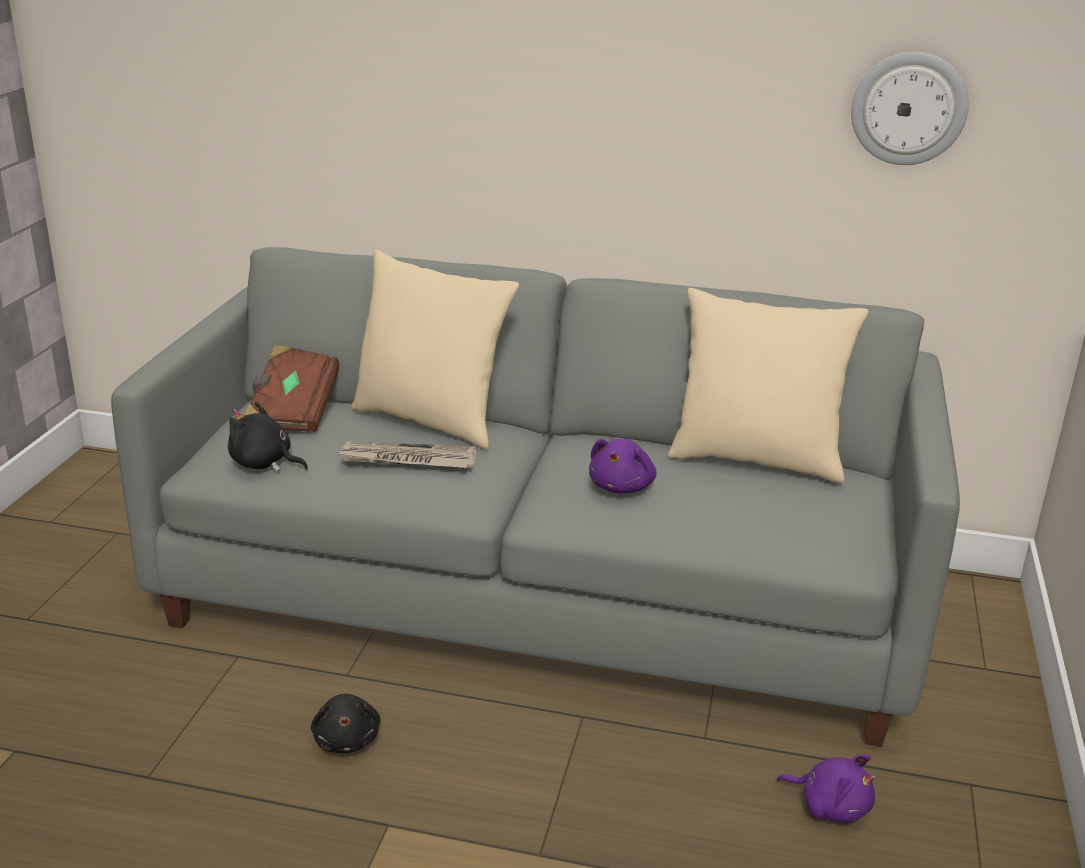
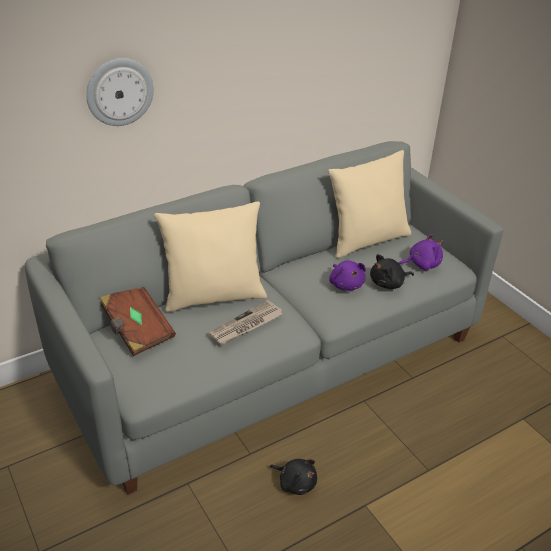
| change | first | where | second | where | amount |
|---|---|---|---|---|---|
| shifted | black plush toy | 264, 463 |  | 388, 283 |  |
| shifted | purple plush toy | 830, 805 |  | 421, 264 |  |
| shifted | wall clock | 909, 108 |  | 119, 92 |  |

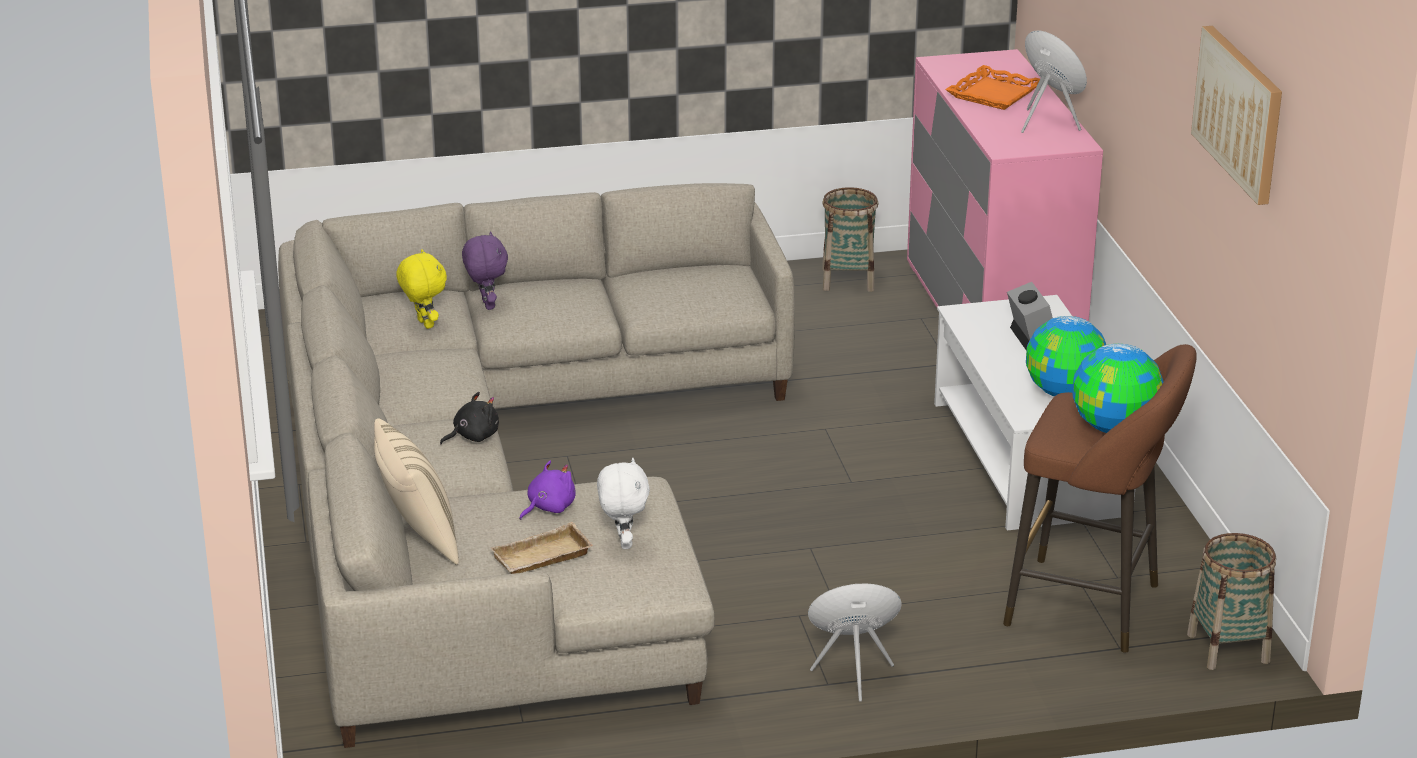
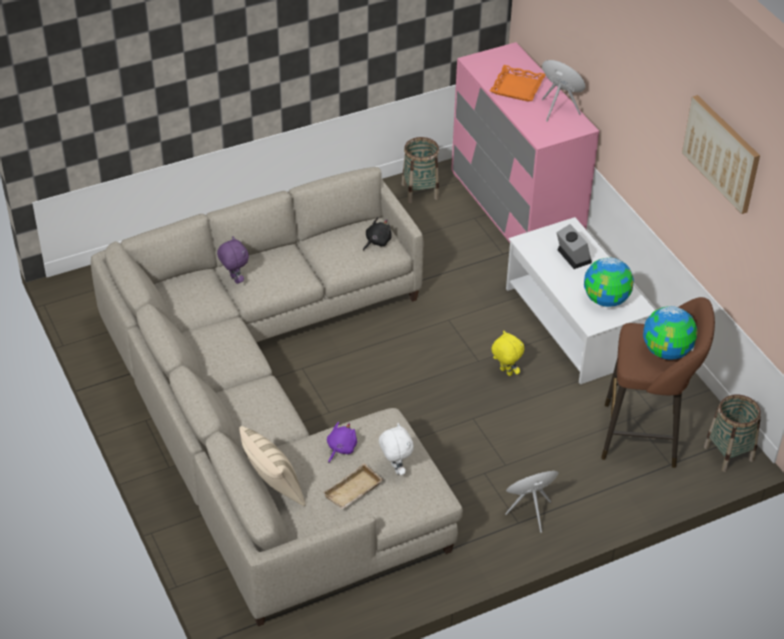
| change | first | where | second | where | amount |
|---|---|---|---|---|---|
| shifted | yellow plush toy | 424, 324 |  | 505, 372 |  |
| shifted | black plush toy | 473, 436 |  | 377, 242 |  |

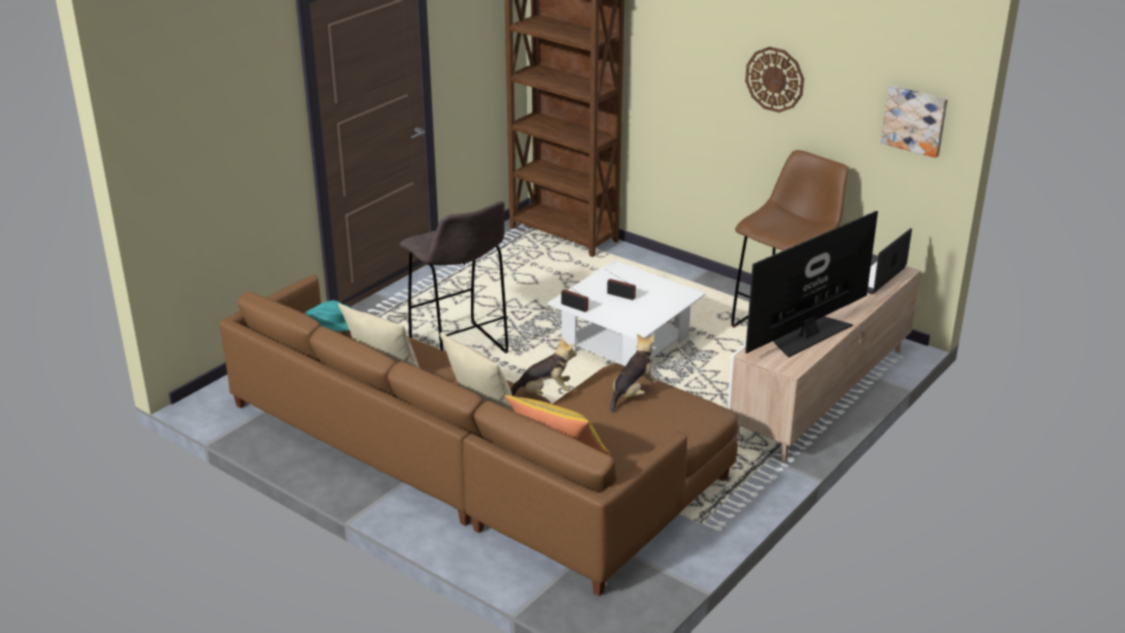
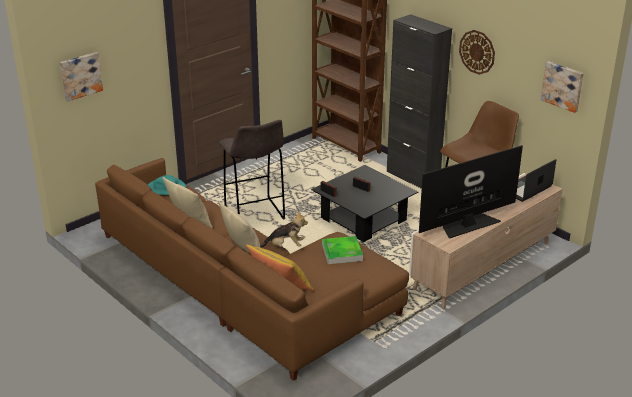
| change | first | where | second | where | amount |
|---|---|---|---|---|---|
| new |  |  | picture | 80, 75 |  |
| new |  |  | black cabinet | 413, 177 |  |
| swapped | plush toy | 633, 394 | tray | 342, 252 |  |
| repainted | white coffee table | 625, 342 | black coffee table | 363, 219 |  |

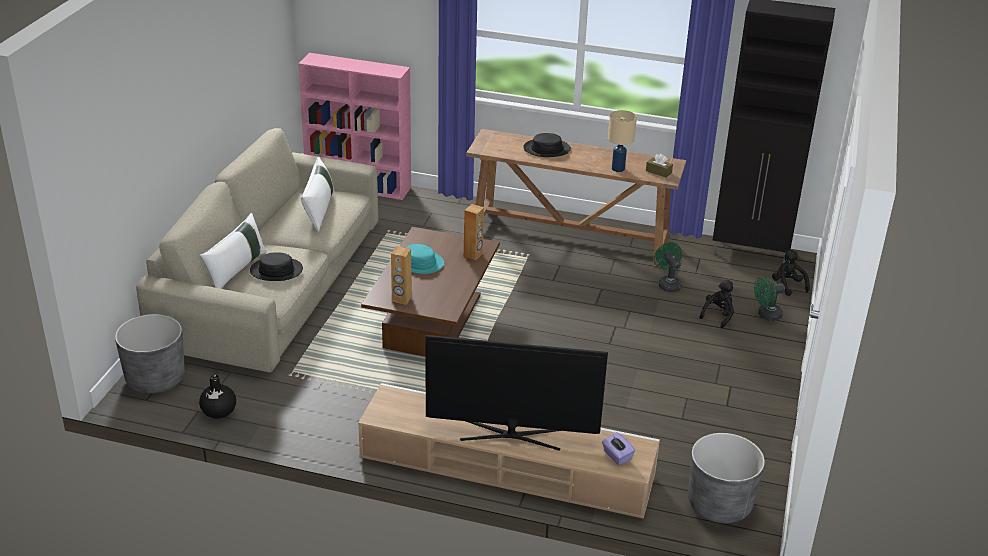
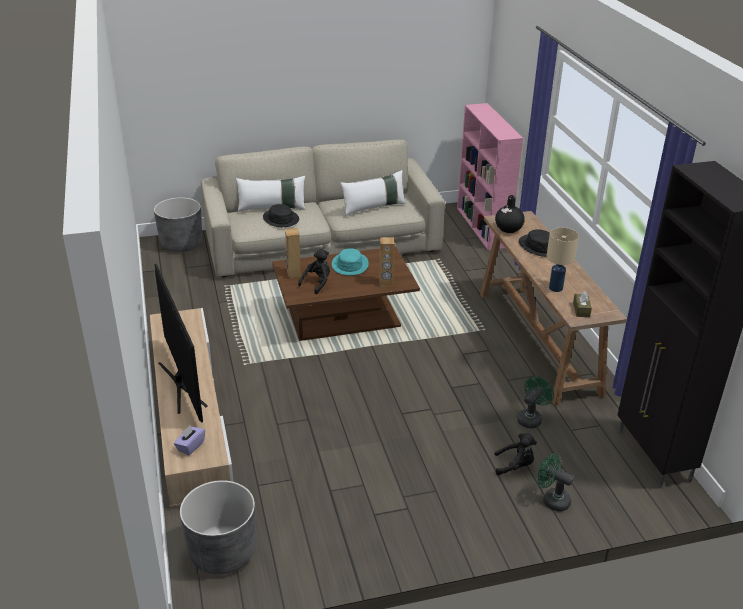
| change | first | where | second | where | amount |
|---|---|---|---|---|---|
| shifted | black vase | 218, 412 |  | 508, 229 |  |
| shifted | black plush toy | 788, 286 |  | 317, 283 |  |

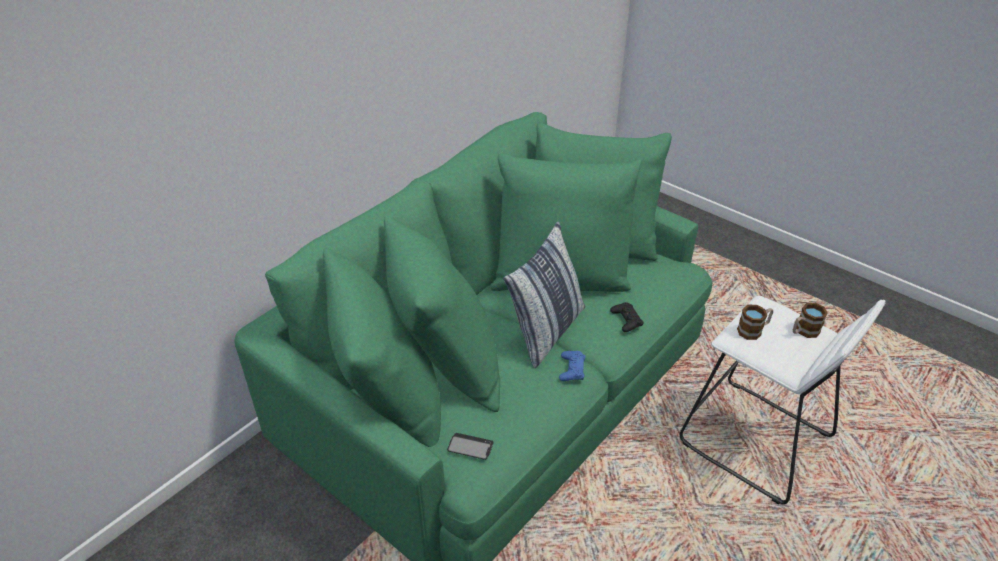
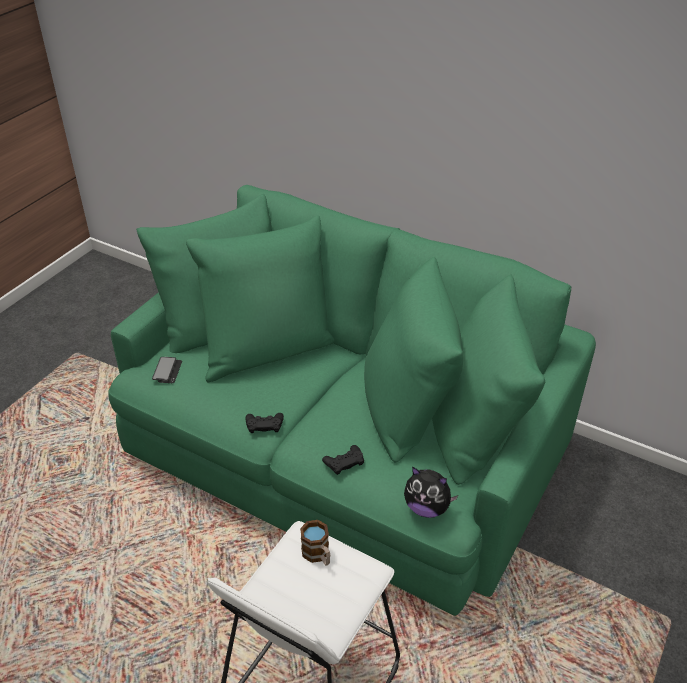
| change | first | where | second | where | amount |
|---|---|---|---|---|---|
| gone | pillow | 546, 331 |  |  |  |
| gone | mug | 803, 331 |  |  |  |
| new |  |  | plush toy | 427, 508 |  |
| repainted | blue game controller | 572, 369 | black game controller | 264, 425 |  |

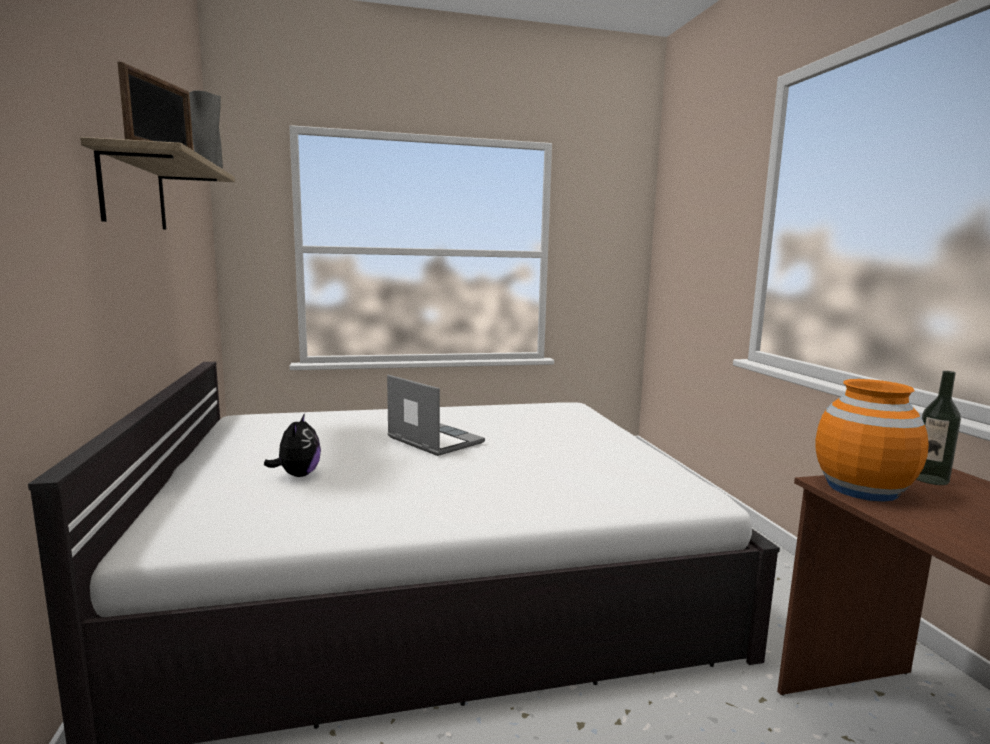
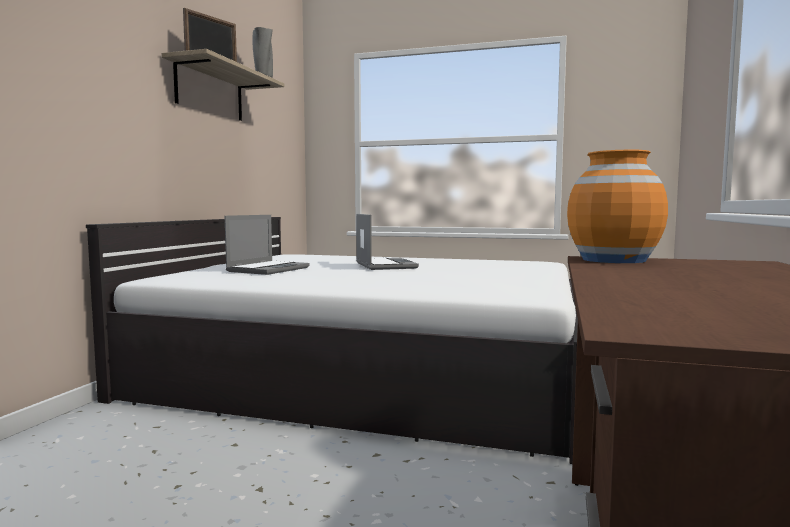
| change | first | where | second | where | amount |
|---|---|---|---|---|---|
| gone | bottle | 930, 479 |  |  |  |
| swapped | plush toy | 297, 475 | laptop | 268, 269 |  |

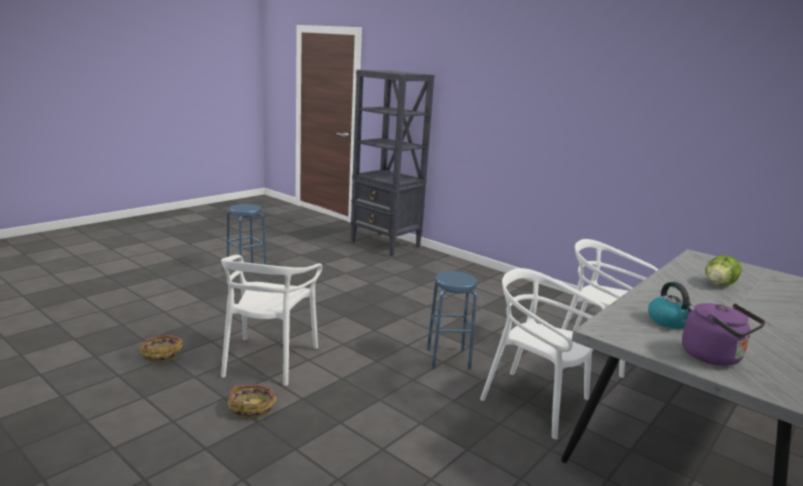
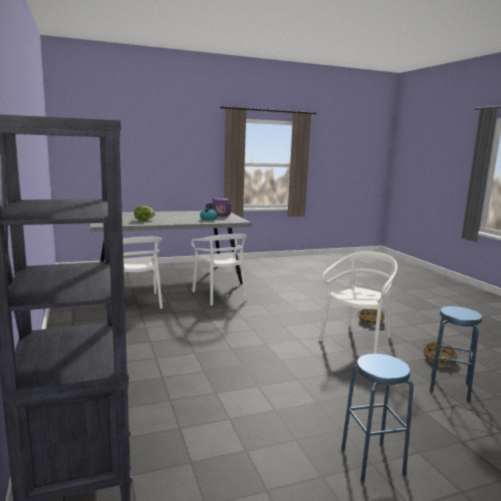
| change | first | where | second | where | amount |
|---|---|---|---|---|---|
| shifted | blue stool | 448, 359 |  | 449, 388 |  |

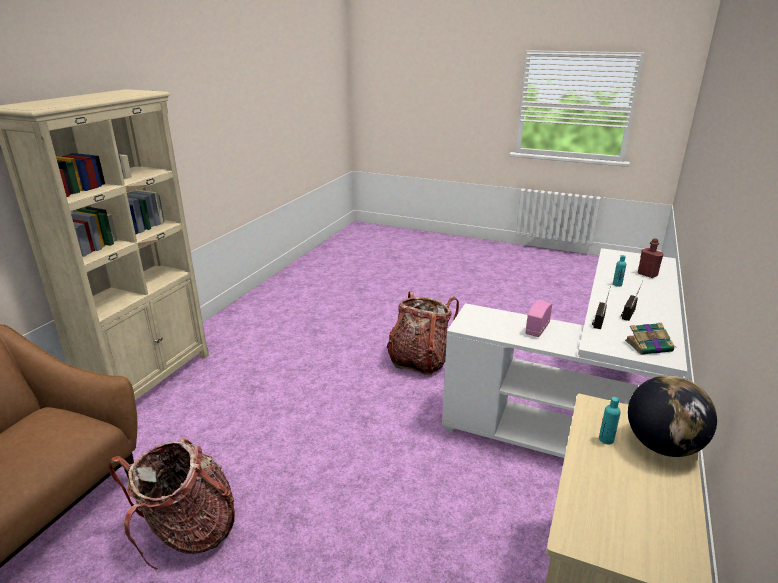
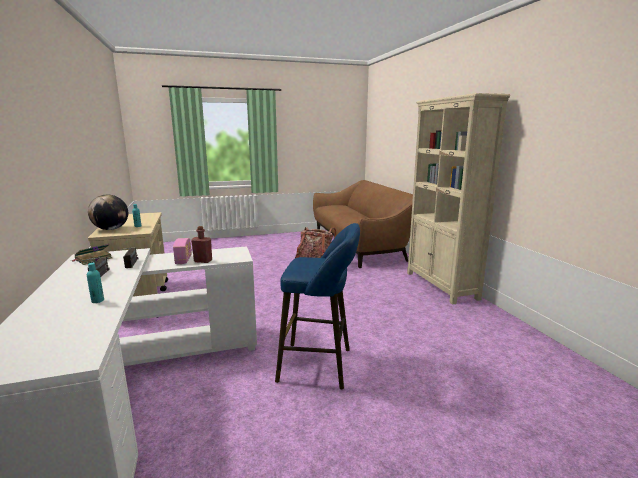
| change | first | where | second | where | amount |
|---|---|---|---|---|---|
| shifted | red bottle | 647, 274 |  | 203, 261 |  |
| swapped | backpack | 419, 360 | blue stool | 320, 365 |  |

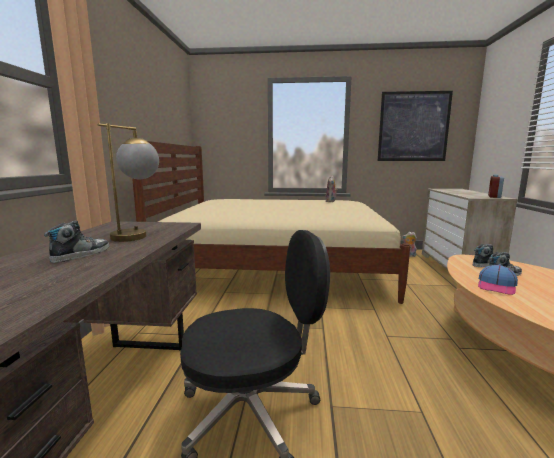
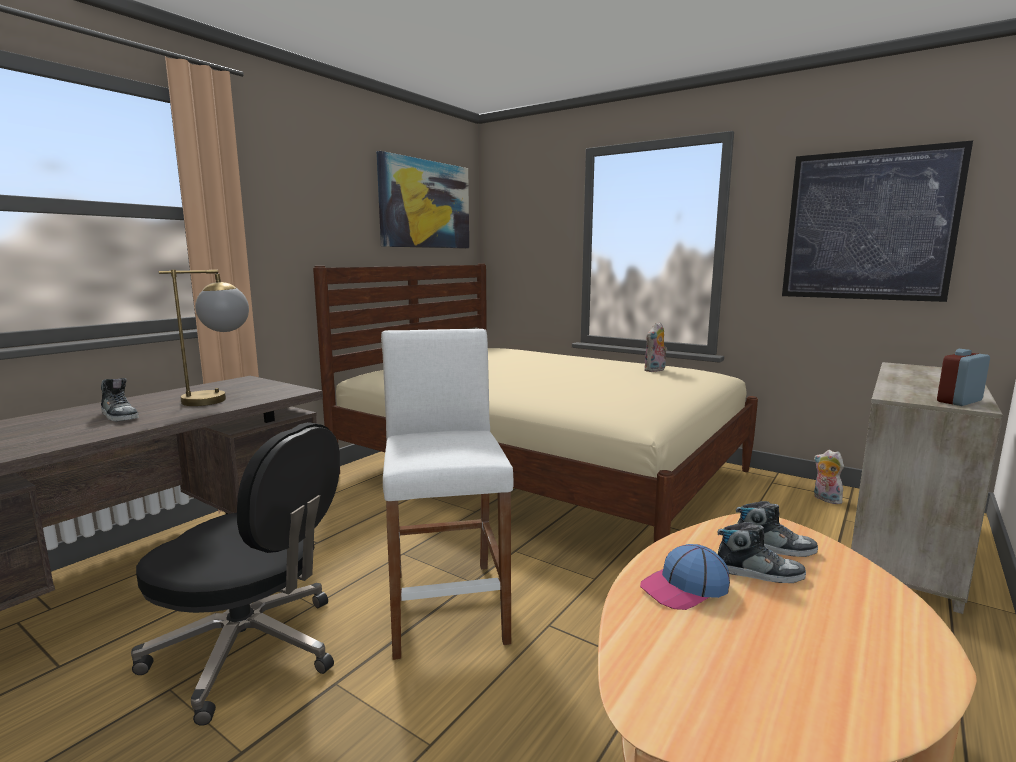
| change | first | where | second | where | amount |
|---|---|---|---|---|---|
| new |  |  | picture | 425, 204 |  |
| new |  |  | white stool | 447, 605 |  |
| rotated | shoe | 81, 254 |  | 120, 416 | 75 degrees clockwise |

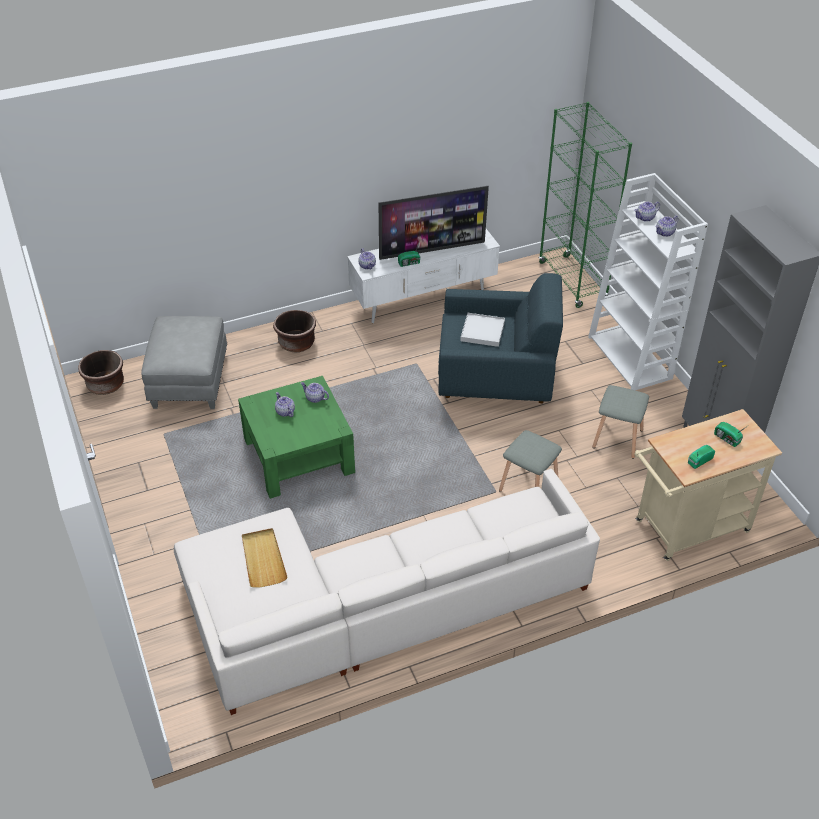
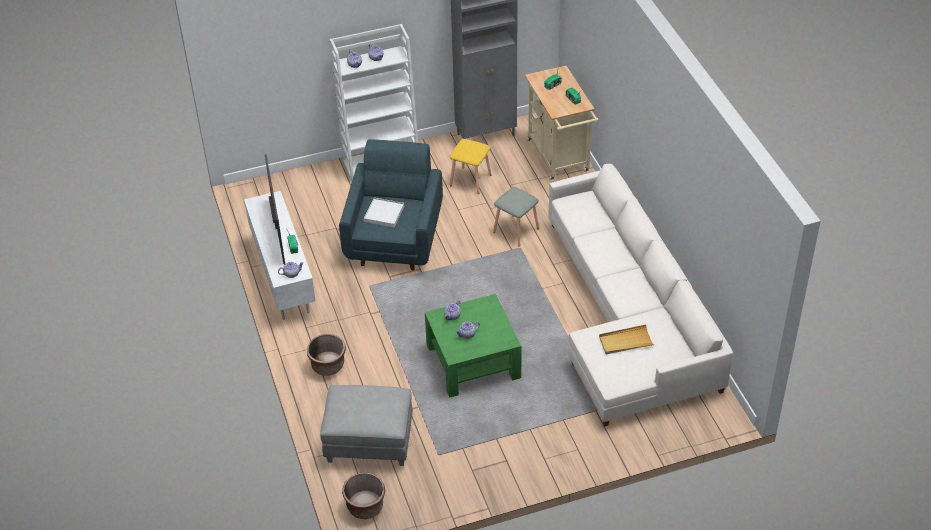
| change | first | where | second | where | amount |
|---|---|---|---|---|---|
| gone | green bookcase | 572, 281 |  |  |  |
| repainted | grey stool | 618, 439 | yellow stool | 471, 180 |  |

